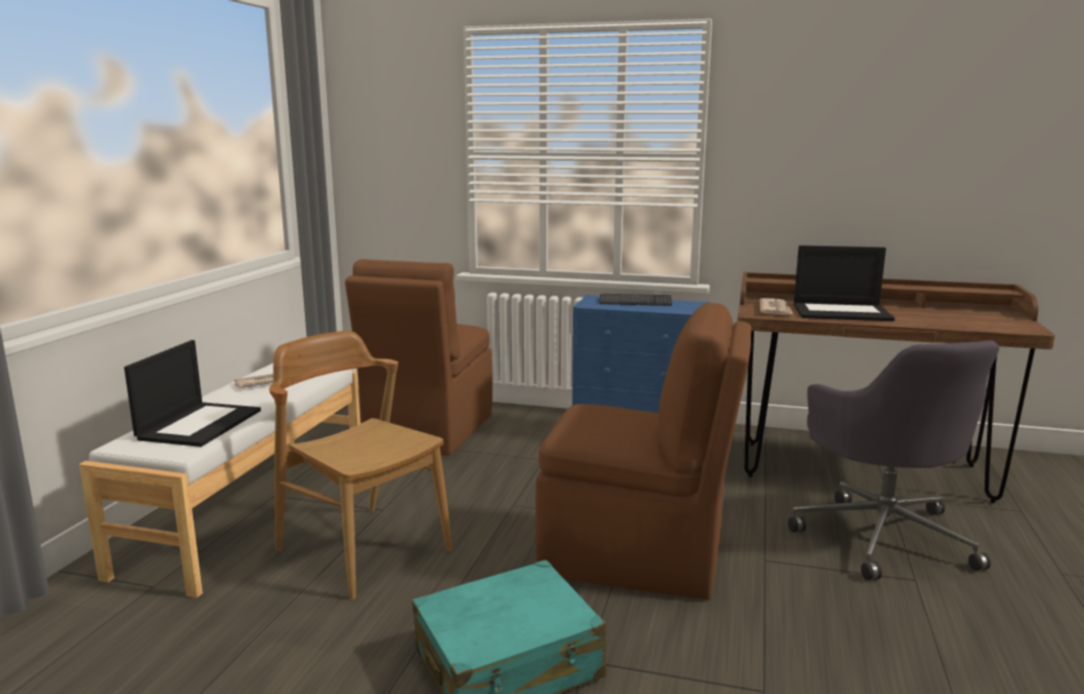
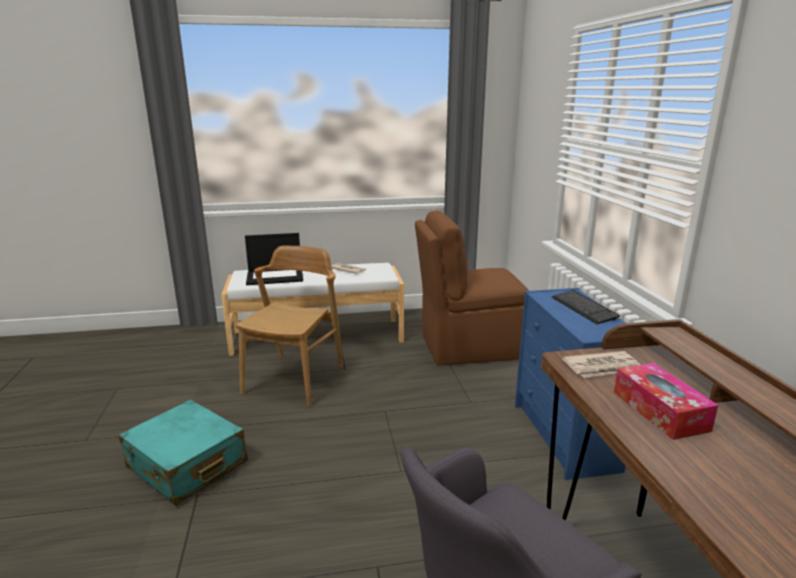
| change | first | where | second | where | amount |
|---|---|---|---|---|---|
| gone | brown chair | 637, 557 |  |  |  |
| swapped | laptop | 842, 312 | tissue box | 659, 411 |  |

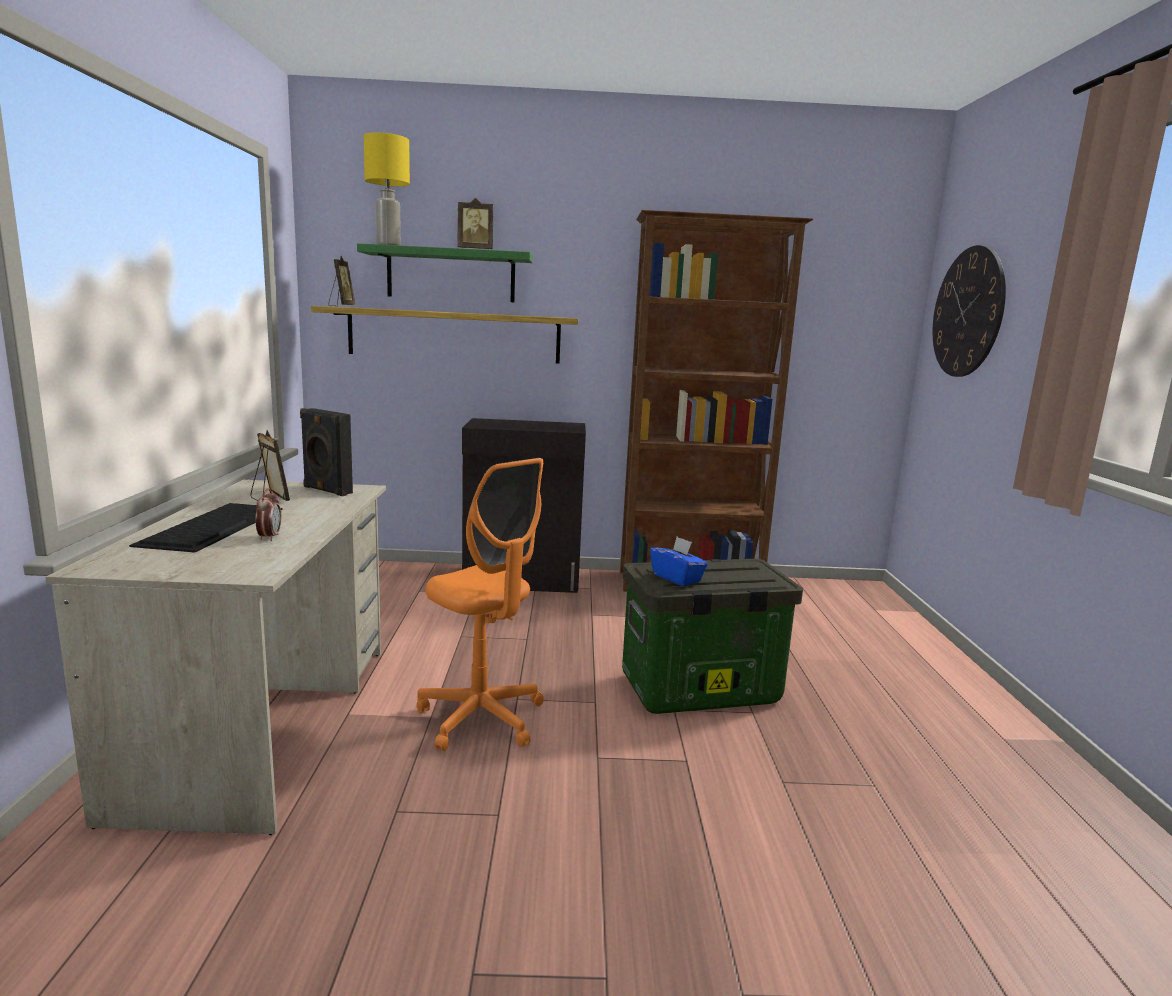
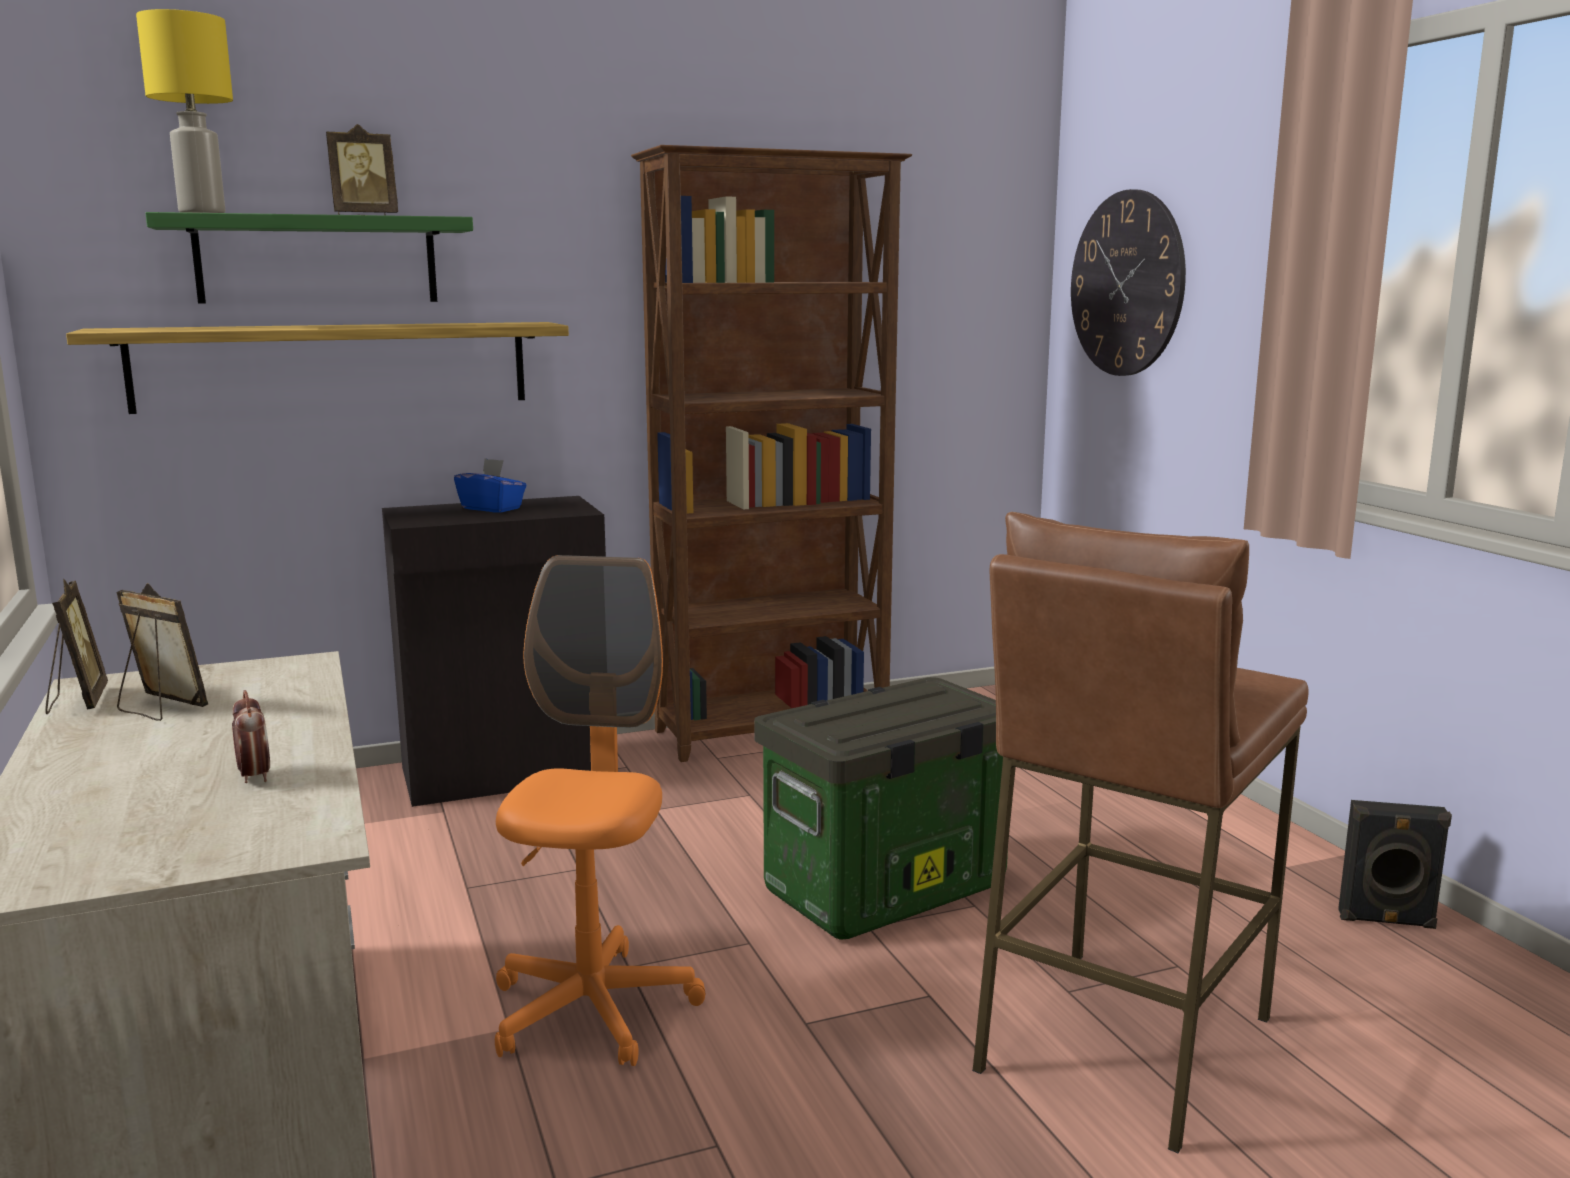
| change | first | where | second | where | amount |
|---|---|---|---|---|---|
| gone | keyboard | 213, 526 |  |  |  |
| new |  |  | brown stool | 1120, 1042 |  |
| shifted | black speaker | 326, 490 |  | 1386, 921 |  |
| shifted | picture frame | 341, 306 |  | 77, 702 |  |
| shifted | blue tissue box | 677, 578 |  | 492, 508 |  |
| rotated | orange office chair | 481, 718 |  | 592, 1010 | 105 degrees counterclockwise |

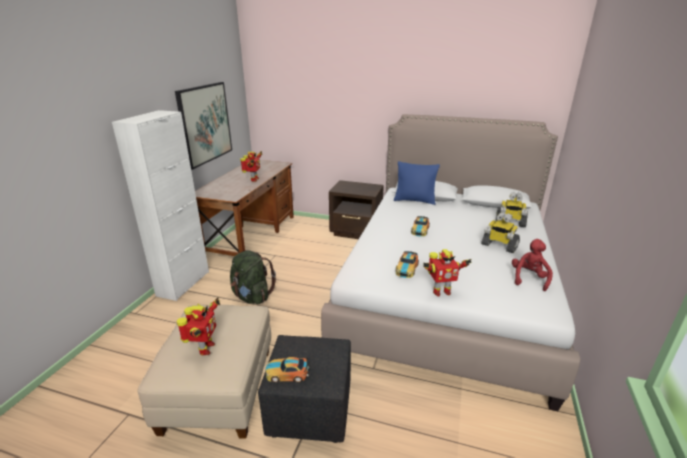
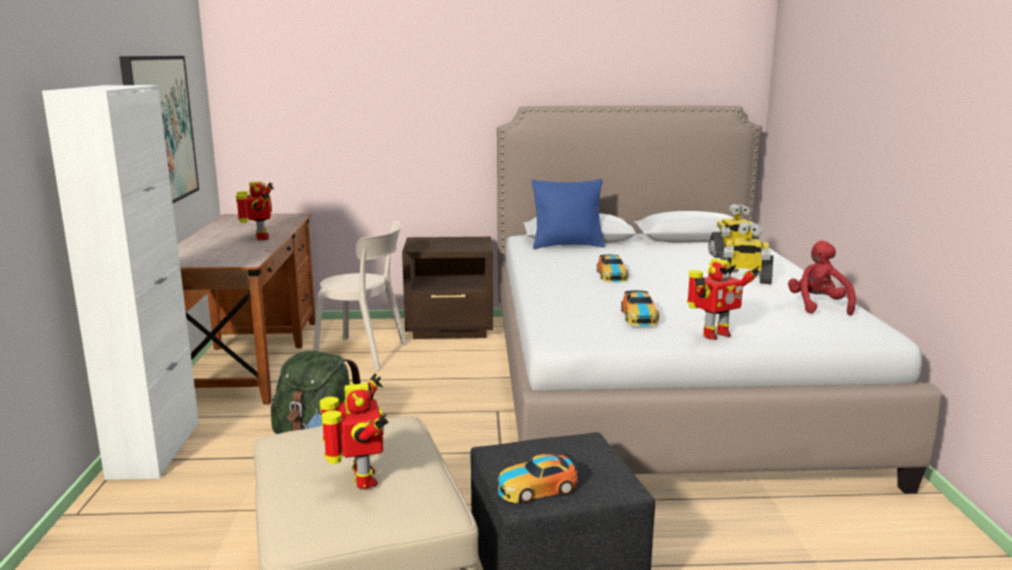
| change | first | where | second | where | amount |
|---|---|---|---|---|---|
| new |  |  | beige chair | 365, 354 |  |

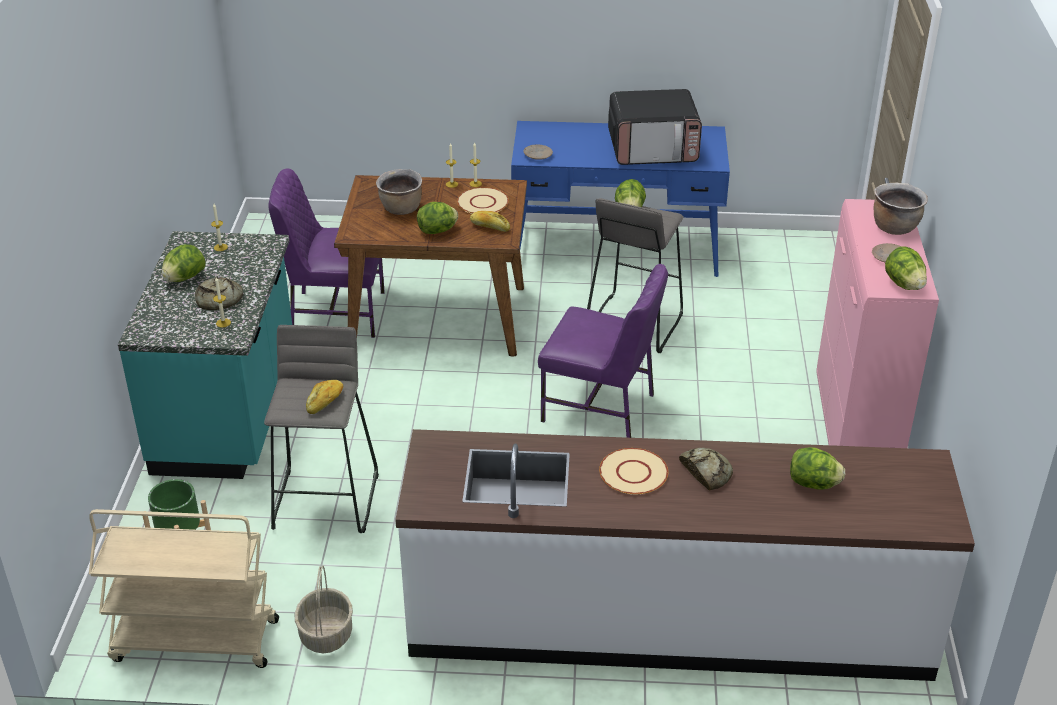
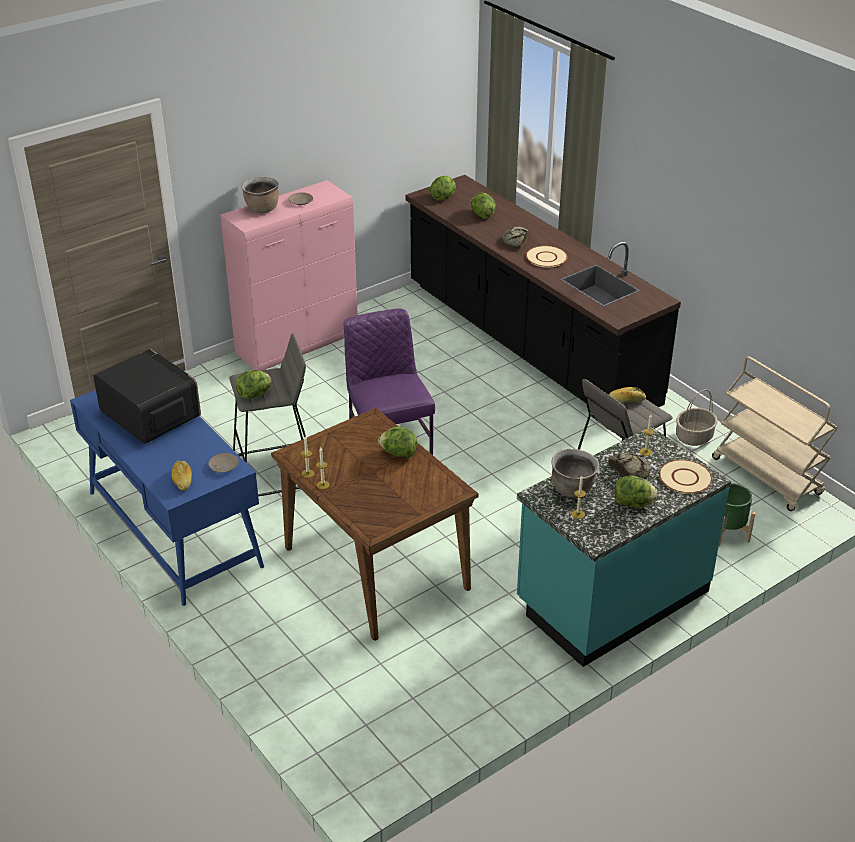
| change | first | where | second | where | amount |
|---|---|---|---|---|---|
| gone | purple chair | 335, 313 |  |  |  |
| shifted | brown cooking pot | 401, 209 |  | 572, 489 |  |
| shifted | beige plate | 482, 202 |  | 685, 478 |  |
| shifted | bread | 489, 227 |  | 182, 480 |  |
| shifted | lettuce | 903, 284 |  | 443, 197 |  |
| repainted | white counter | 668, 621 | black counter | 528, 344 |  |

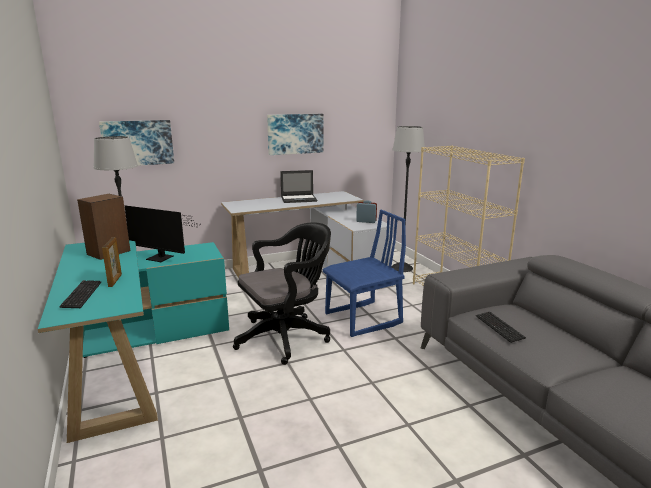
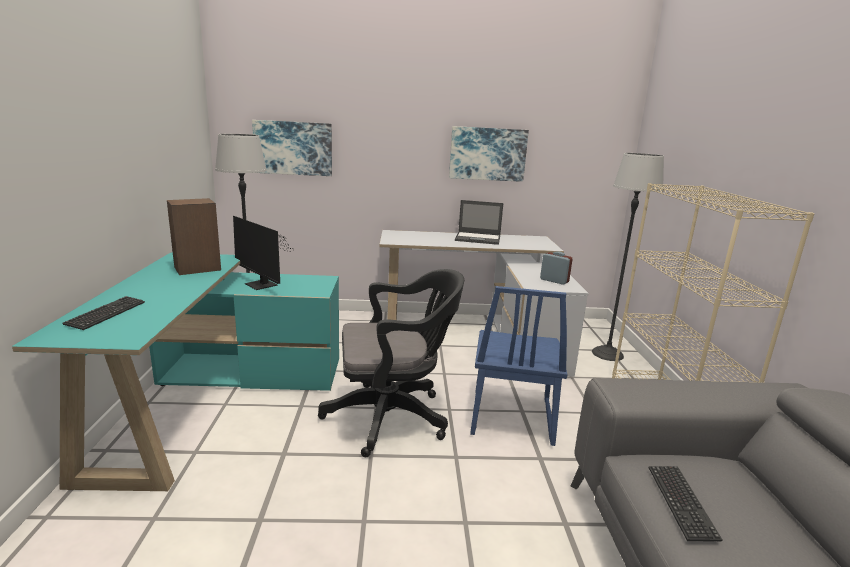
| change | first | where | second | where | amount |
|---|---|---|---|---|---|
| gone | picture frame | 115, 280 |  |  |  |
| rotated | blue chair | 363, 319 |  | 510, 417 | 105 degrees clockwise |

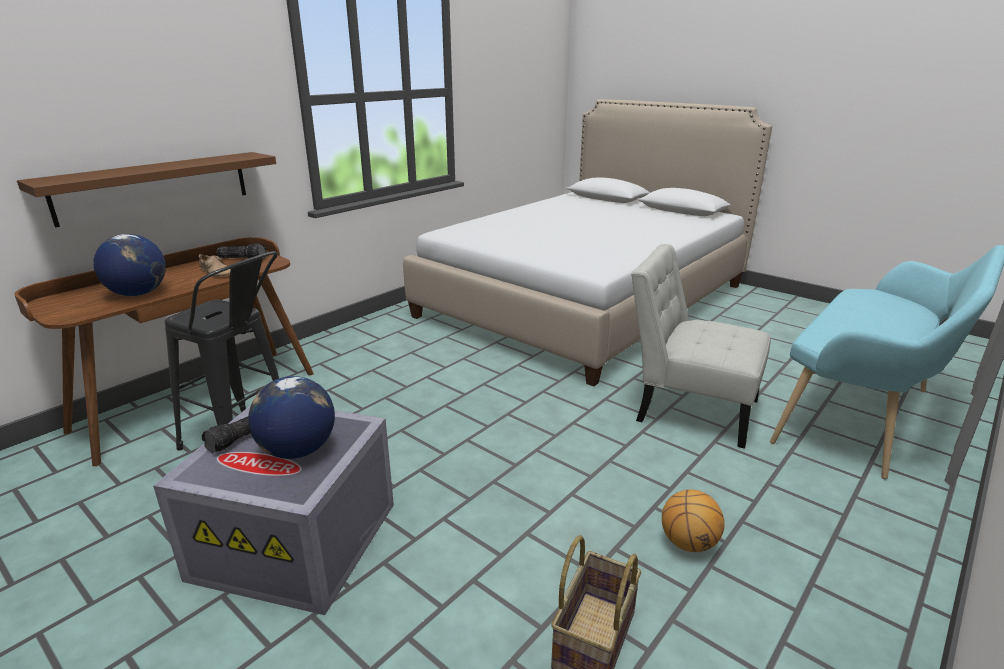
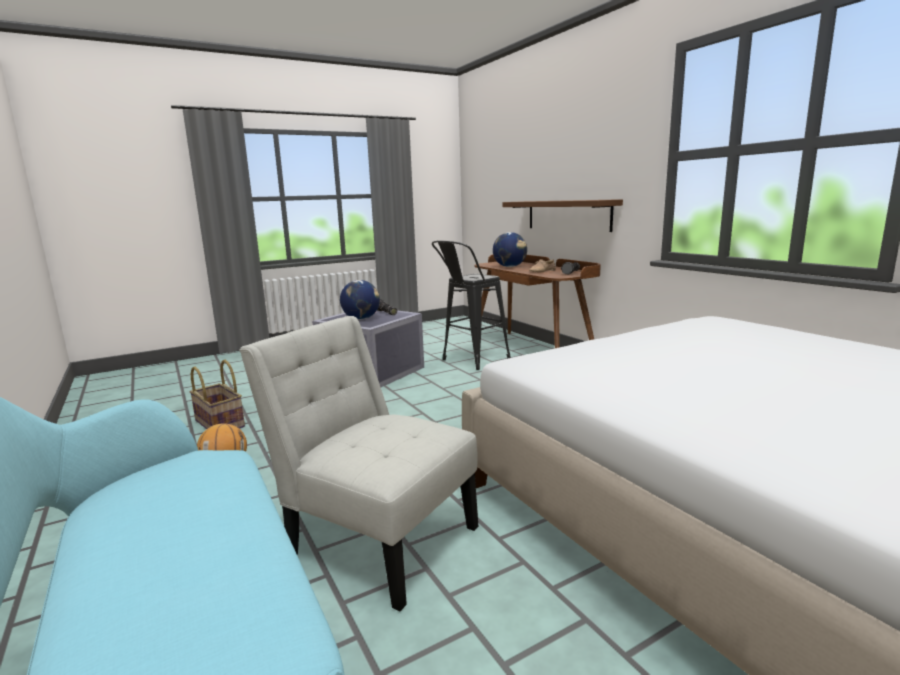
| change | first | where | second | where | amount |
|---|---|---|---|---|---|
| rotated | white chair | 689, 408 |  | 376, 537 | 105 degrees counterclockwise |

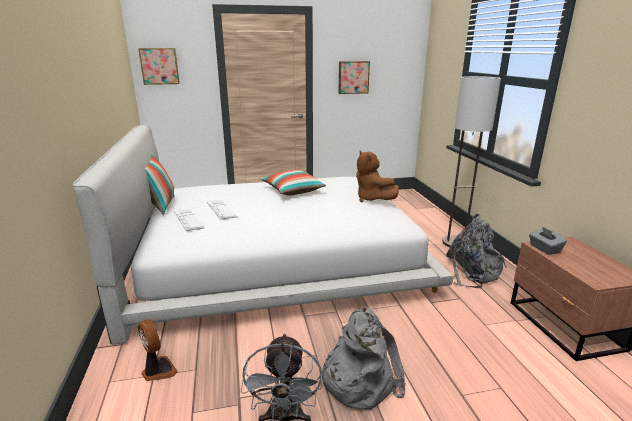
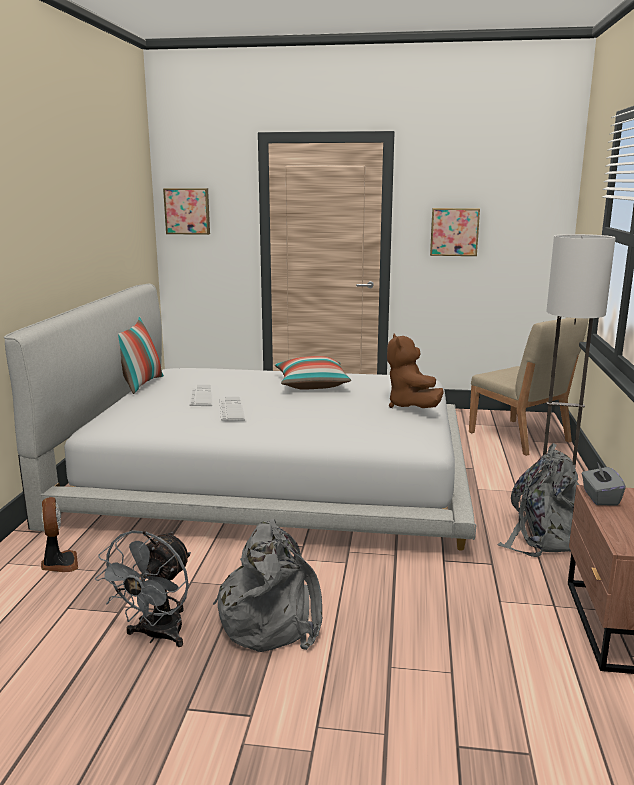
| change | first | where | second | where | amount |
|---|---|---|---|---|---|
| new |  |  | beige chair | 519, 437 |  |
| shifted | keyboard | 188, 220 |  | 231, 409 |  |

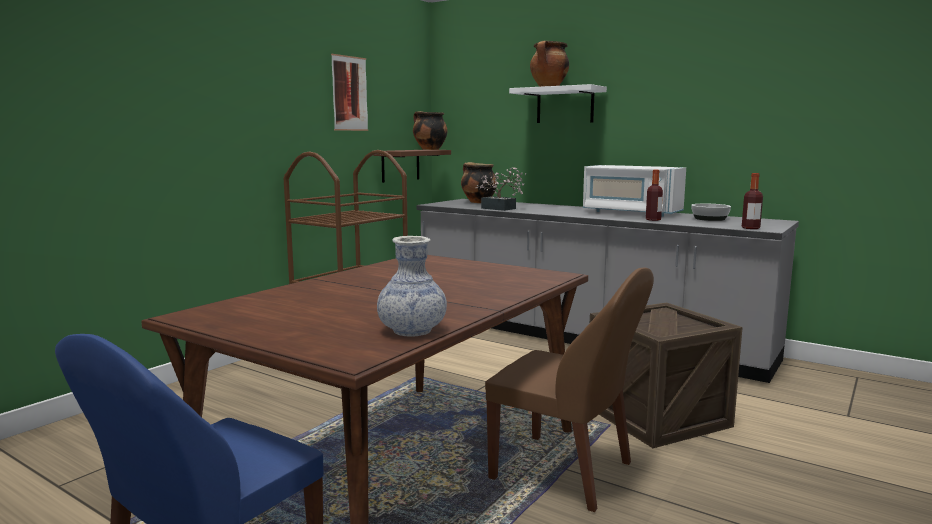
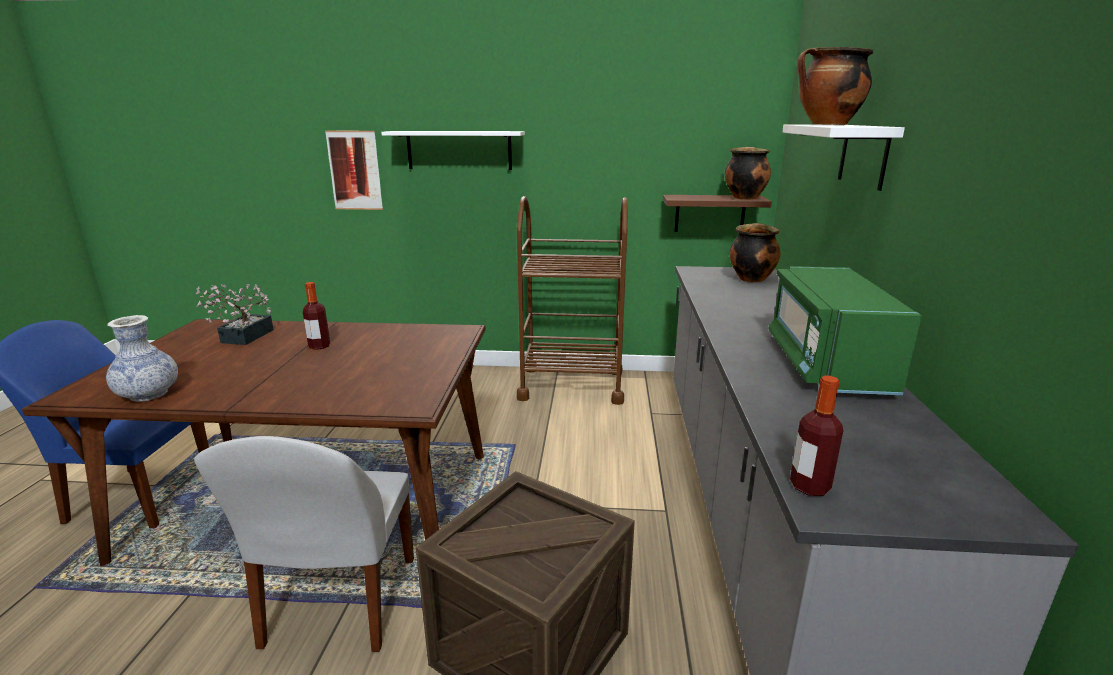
| change | first | where | second | where | amount |
|---|---|---|---|---|---|
| gone | bowl | 710, 219 |  |  |  |
| new |  |  | white shelf | 459, 150 |  |
| shifted | picture | 349, 93 |  | 355, 170 |  |
| shifted | potted plant | 501, 209 |  | 243, 338 |  |
| shifted | bottle | 653, 219 |  | 319, 346 |  |
| repainted | brown chair | 565, 472 | white chair | 339, 604 |  |
| repainted | white microwave | 630, 213 | green microwave | 826, 363 |  |

